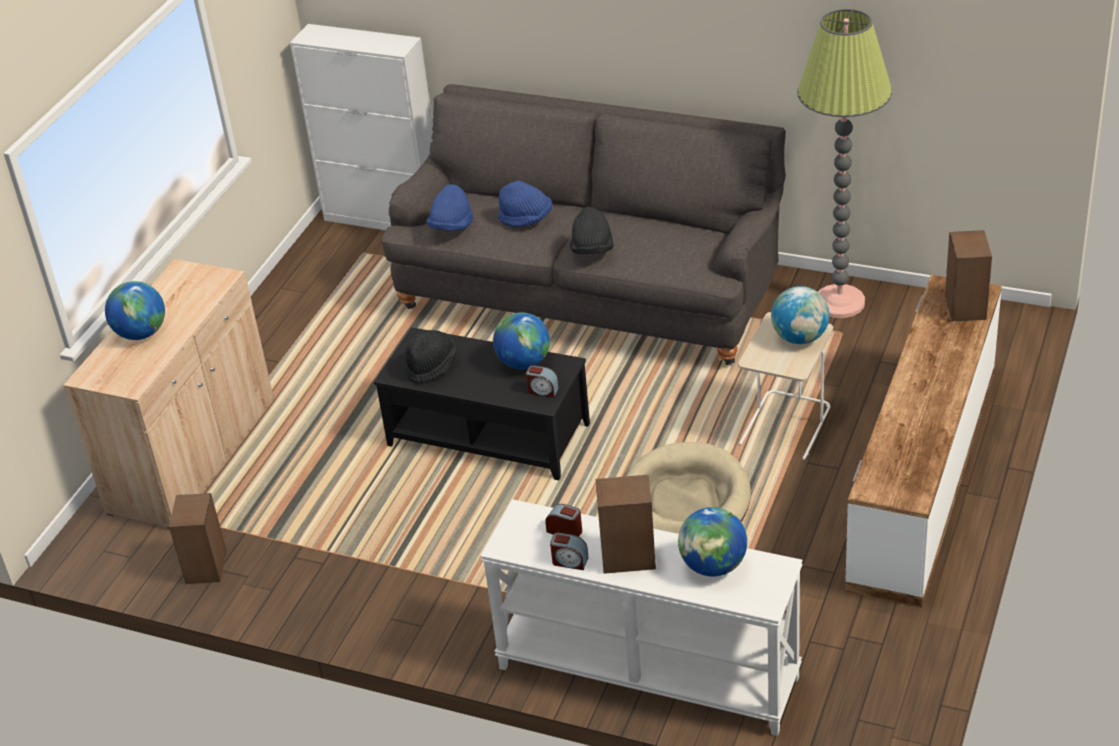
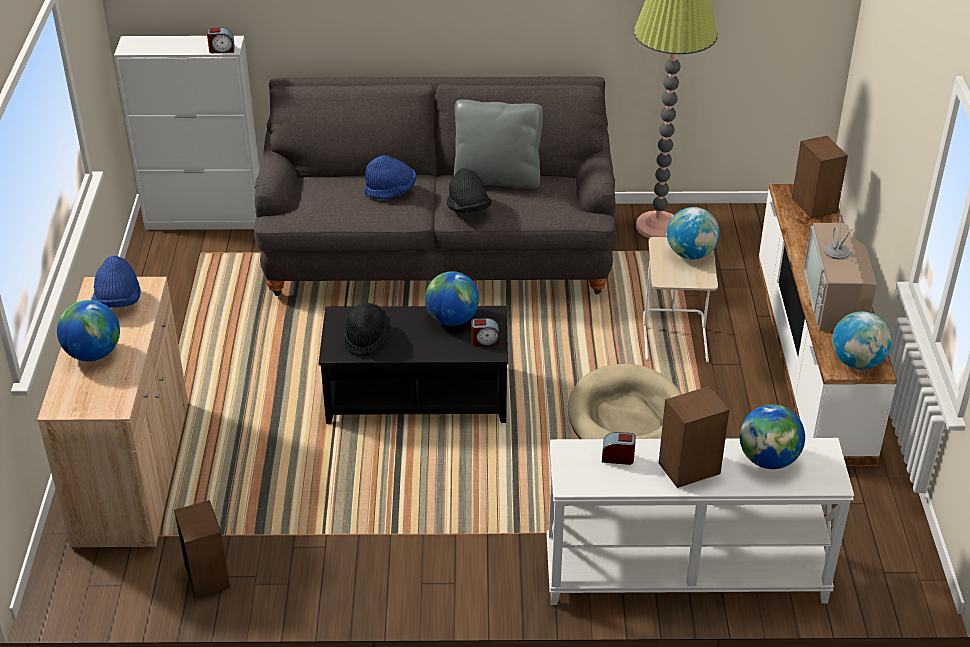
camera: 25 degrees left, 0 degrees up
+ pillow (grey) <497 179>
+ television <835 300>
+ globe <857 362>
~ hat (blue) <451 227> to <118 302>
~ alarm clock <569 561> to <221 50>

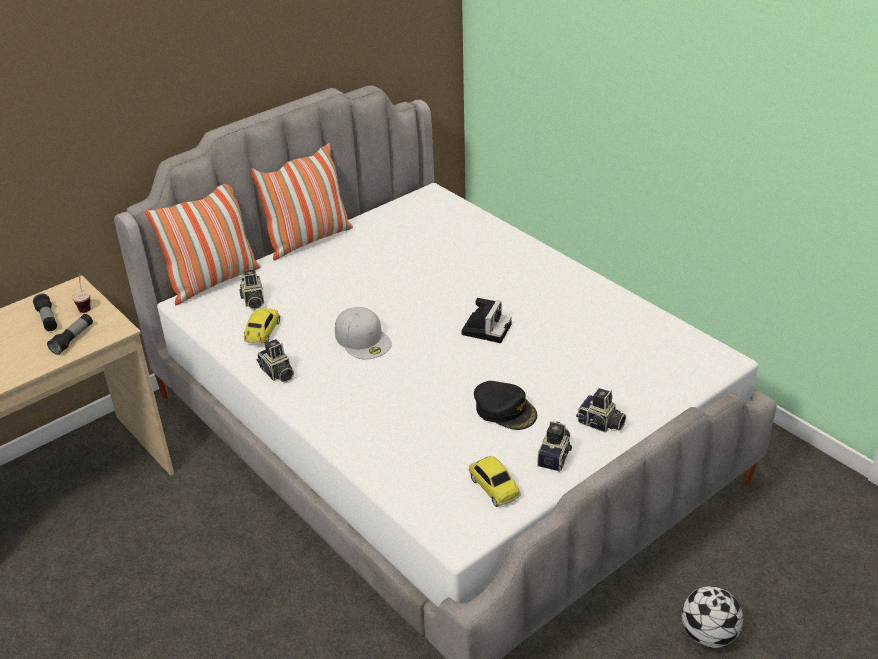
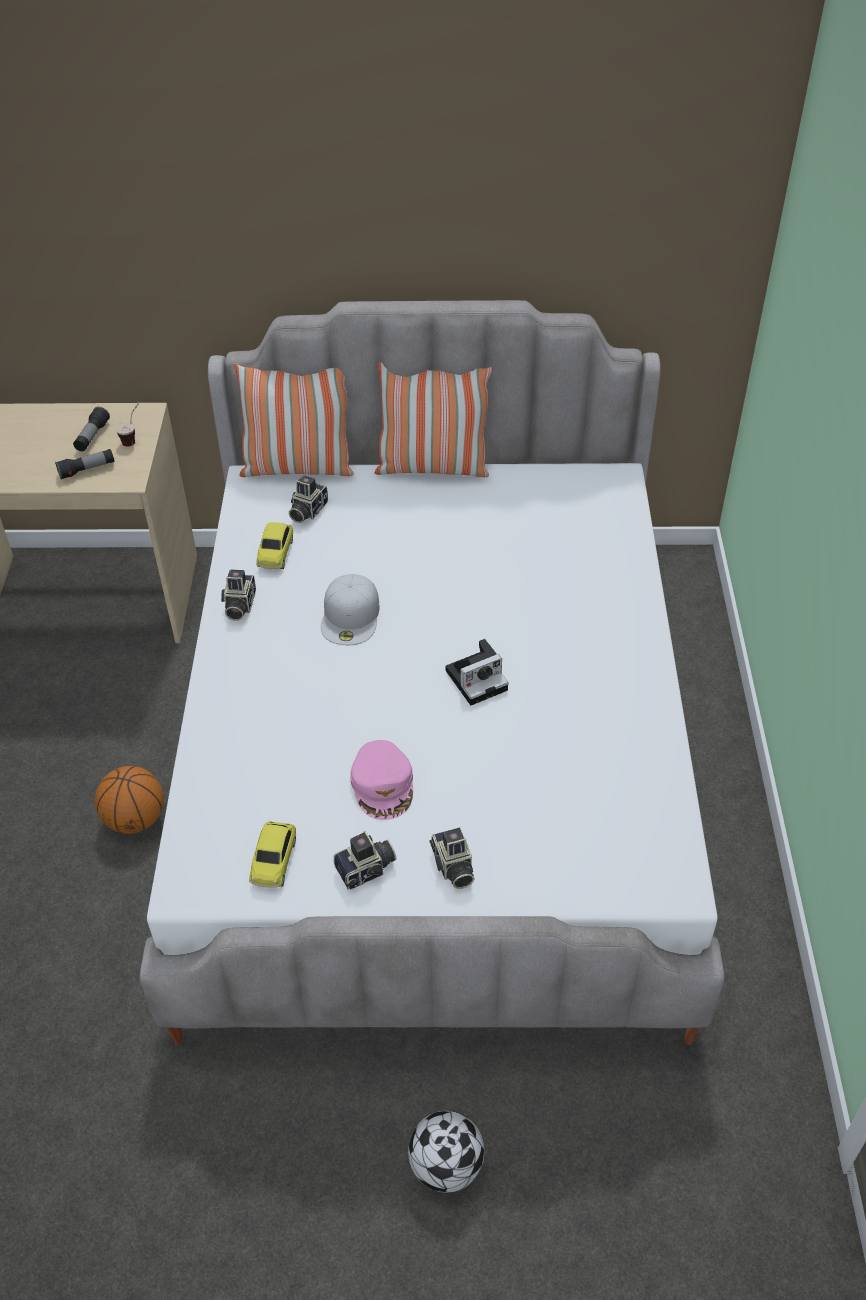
camera: 40 degrees right, 10 degrees up
+ basketball <136 819>
~ cap (black) <505 410> to cap (pink) <383 785>
~ toy car <262 333> = <276 552> 135 degrees clockwise

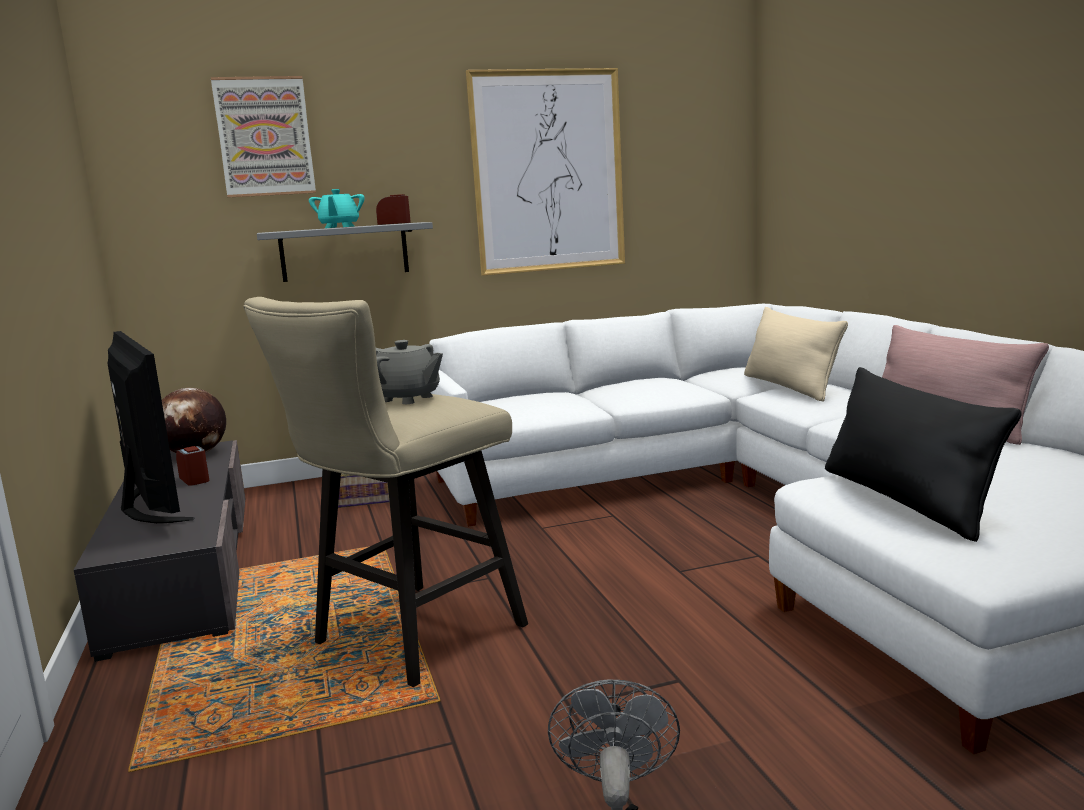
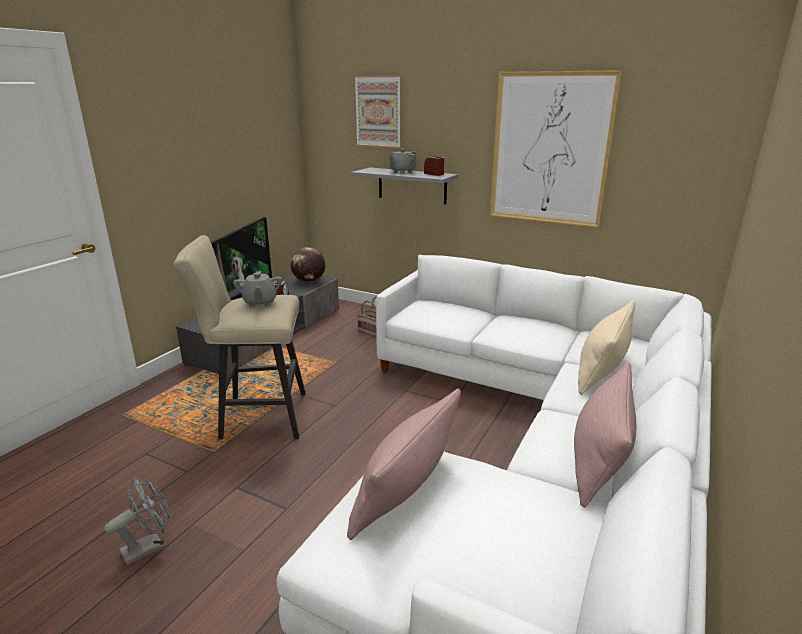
camera: 45 degrees right, 10 degrees up
~ teapot (turquoise) <339 227> to teapot (grey) <402 172>
~ pillow (black) <904 500> to pillow (pink) <405 490>

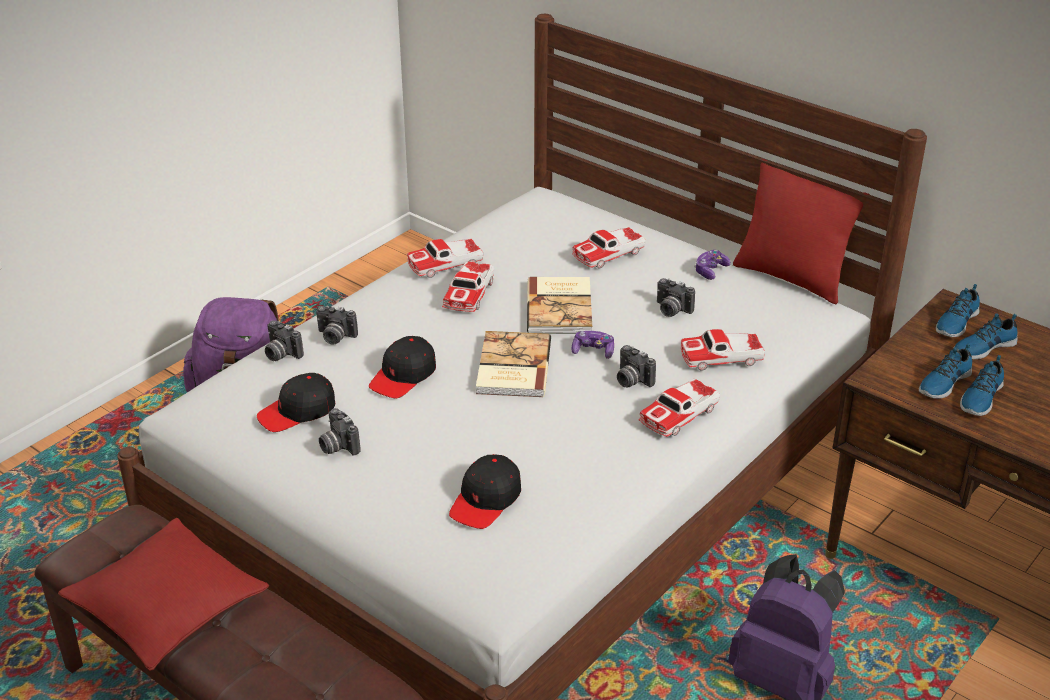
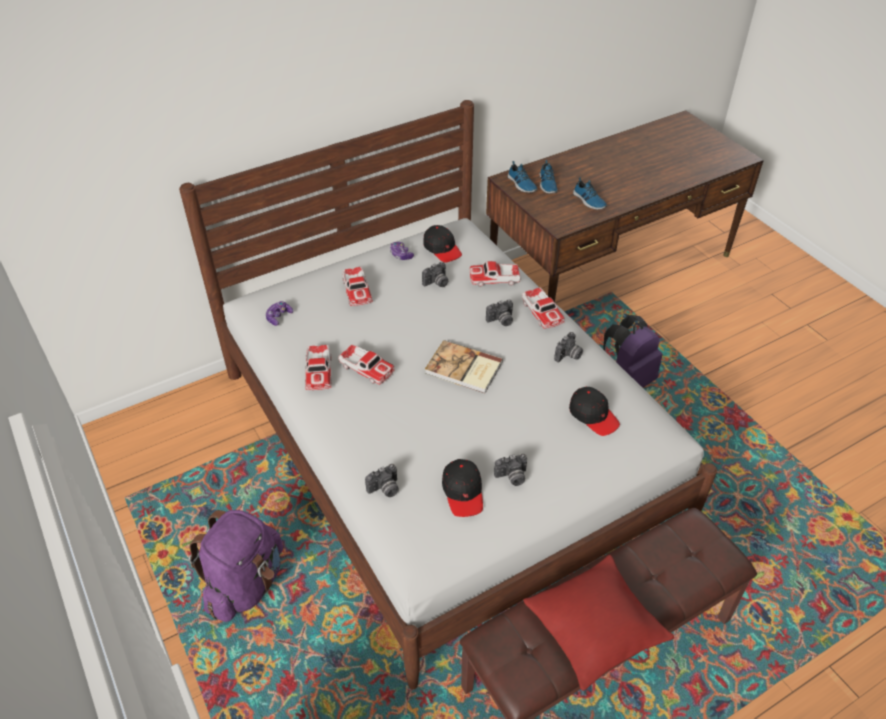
camera: 70 degrees left, 10 degrees up
- book <561 308>
- pillow (red) <791 278>
- shoe <943 382>
~ photo camera <335 337> to <569 356>
~ cap (black) <403 376> to <442 248>
~ game controller <593 351> to <279 317>
~ toy car <721 358> = <495 279> 75 degrees clockwise

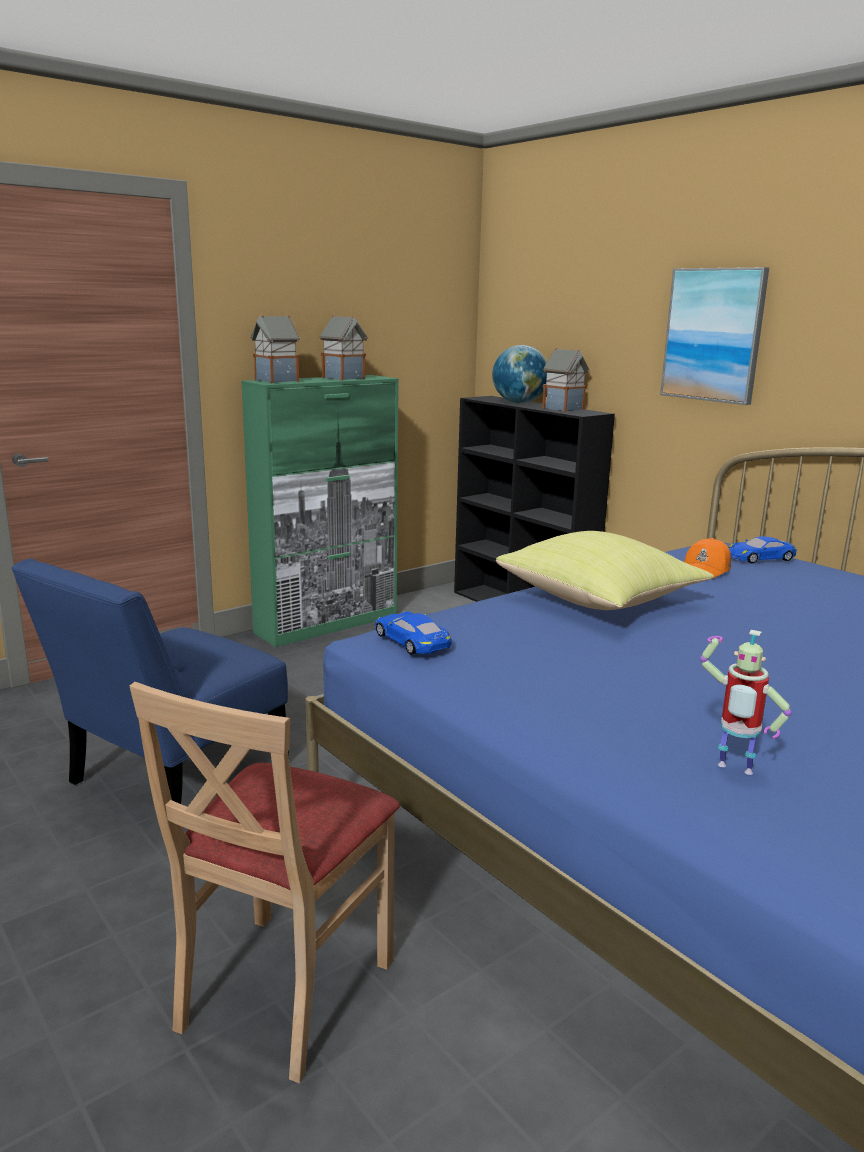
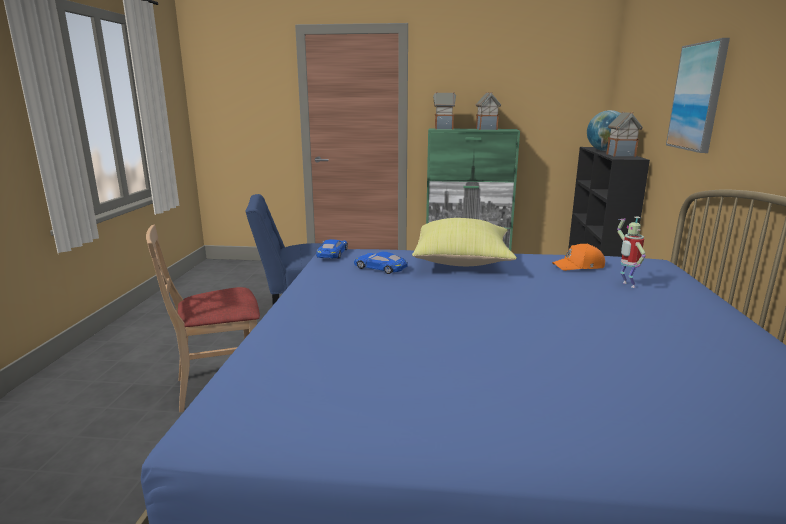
camera: 45 degrees right, 0 degrees up
~ toy robot <733 771> to <626 285>
~ toy car (blue) <760 557> to <380 267>

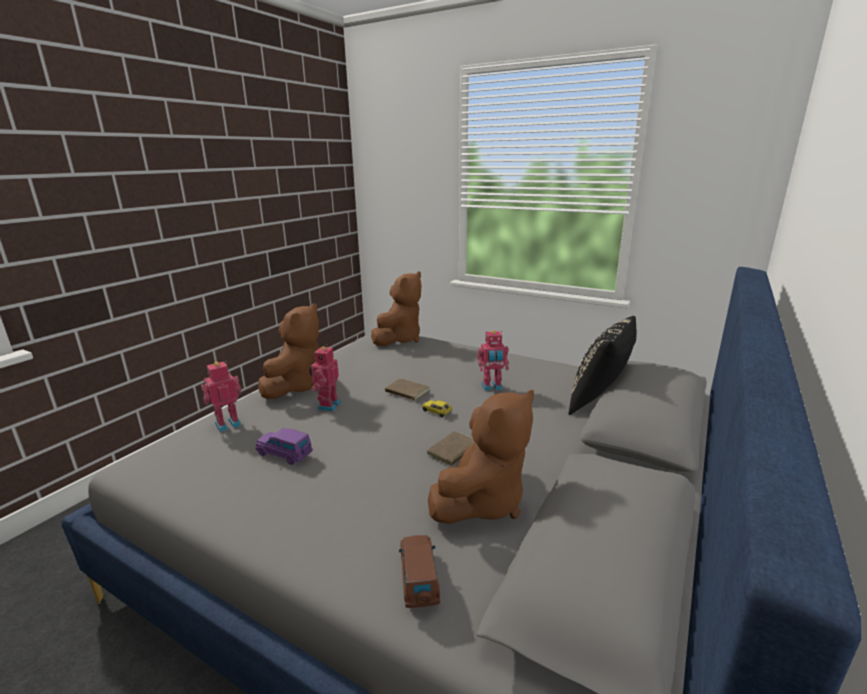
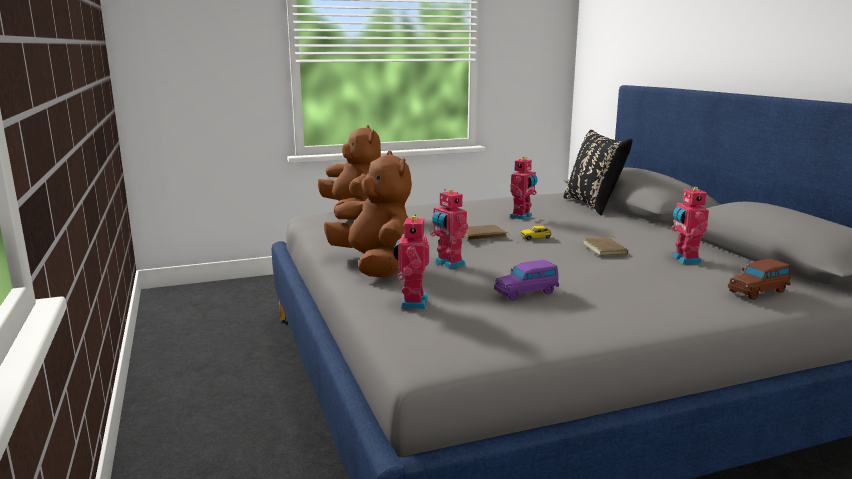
camera: 50 degrees left, 5 degrees down
~ plush toy (brown) <482 502> to toy robot <685 259>
~ toy car (brown) <419 580> = <758 291> 60 degrees counterclockwise

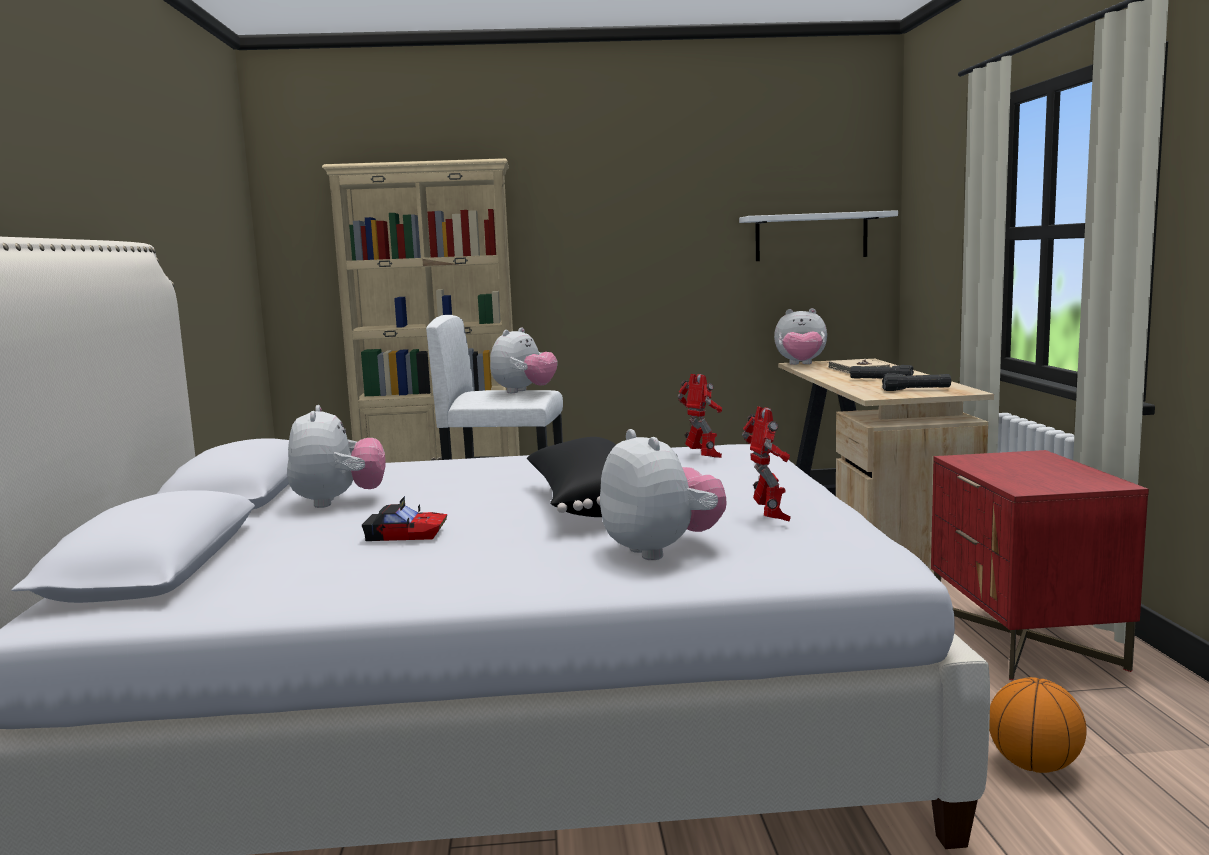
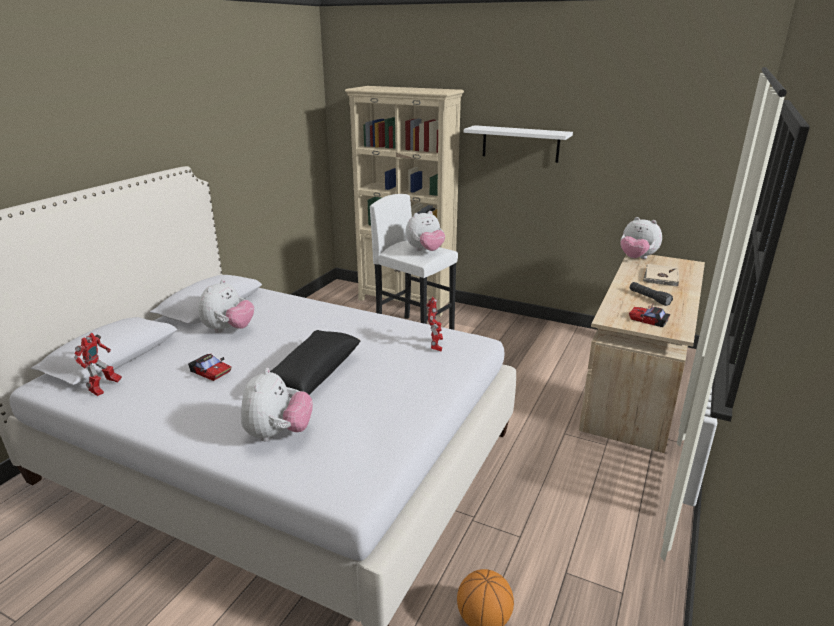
camera: 30 degrees right, 15 degrees up
- nightstand (red) <1025 640>
~ shelf (white) <811 237> to <520 144>
~ toy robot <770 517> to <104 389>
~ flashlight (black) <916 390> to toy car <648 320>

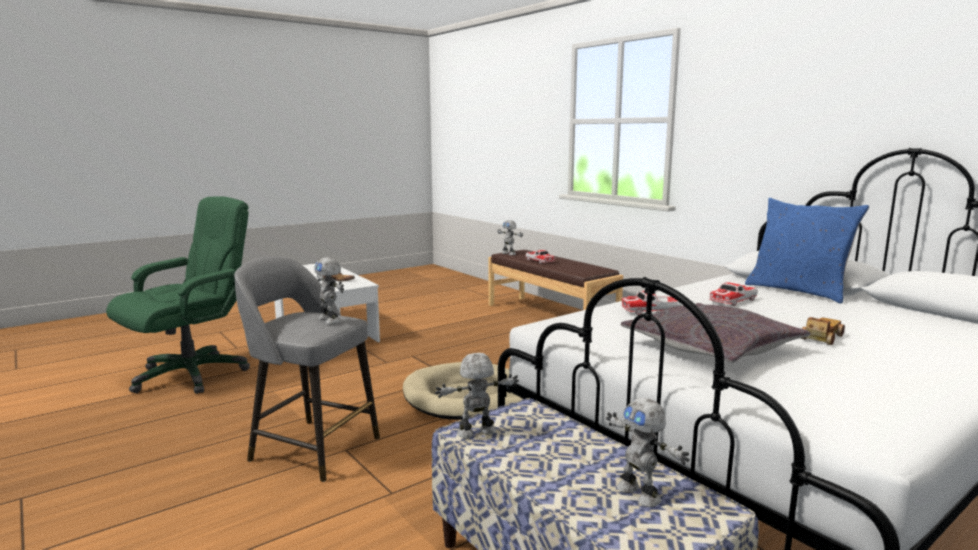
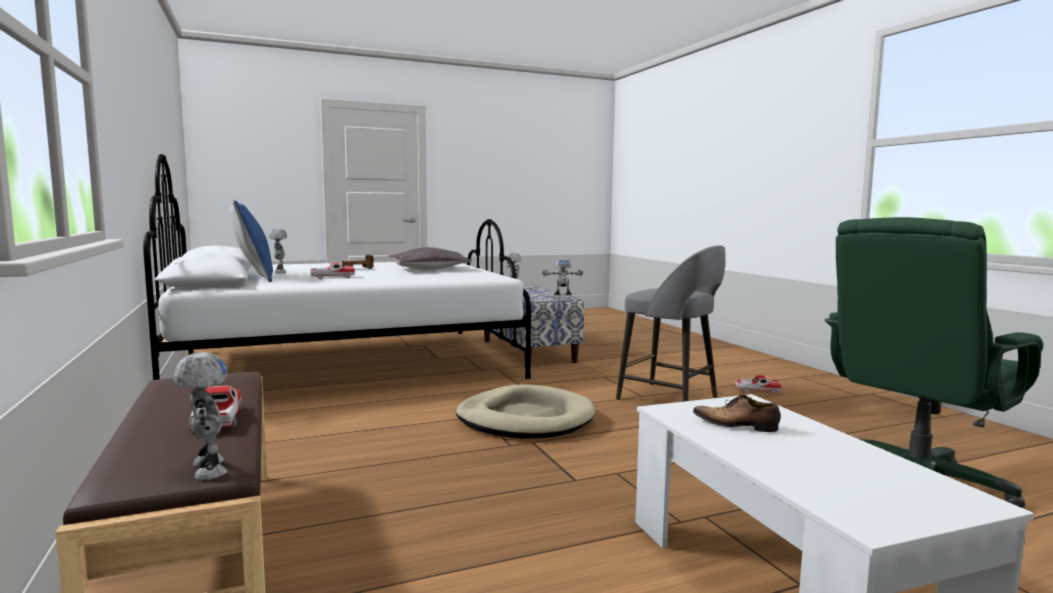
camera: 165 degrees left, 5 degrees down
~ toy robot <330 320> to <279 272>
~ toy car <651 311> to <757 390>

